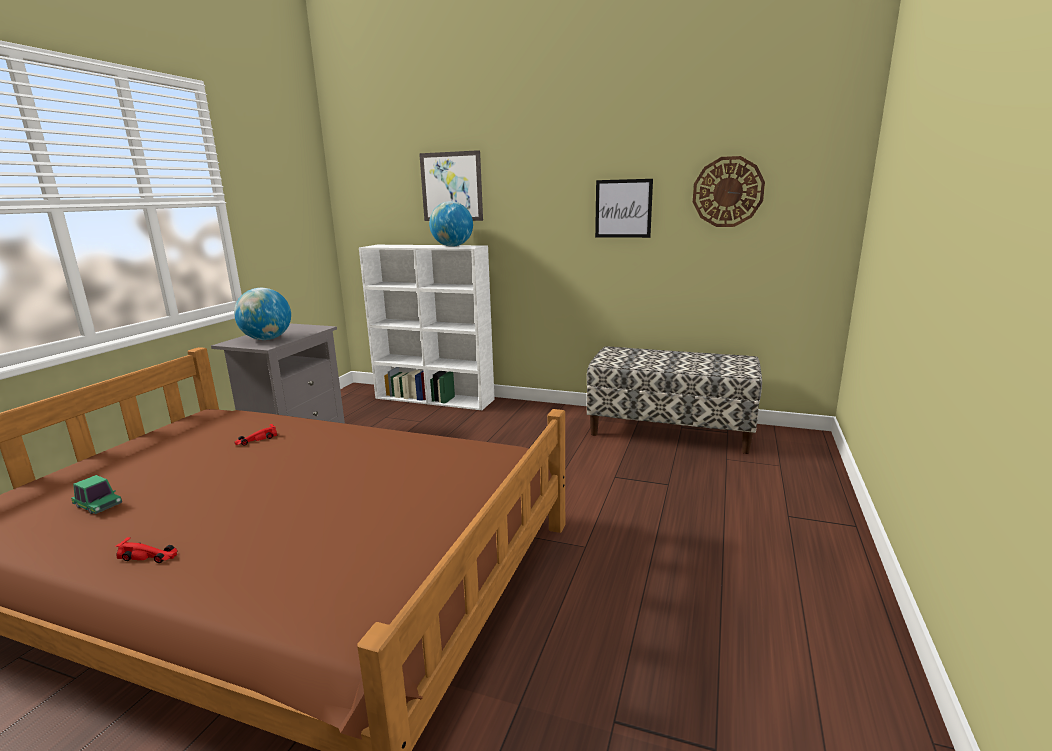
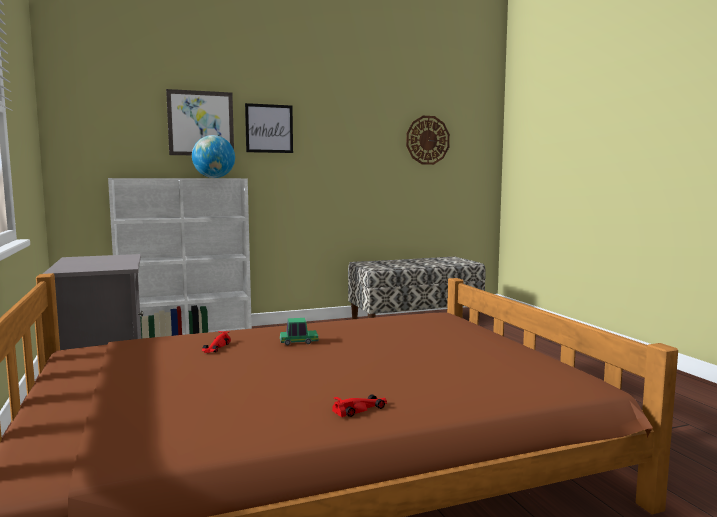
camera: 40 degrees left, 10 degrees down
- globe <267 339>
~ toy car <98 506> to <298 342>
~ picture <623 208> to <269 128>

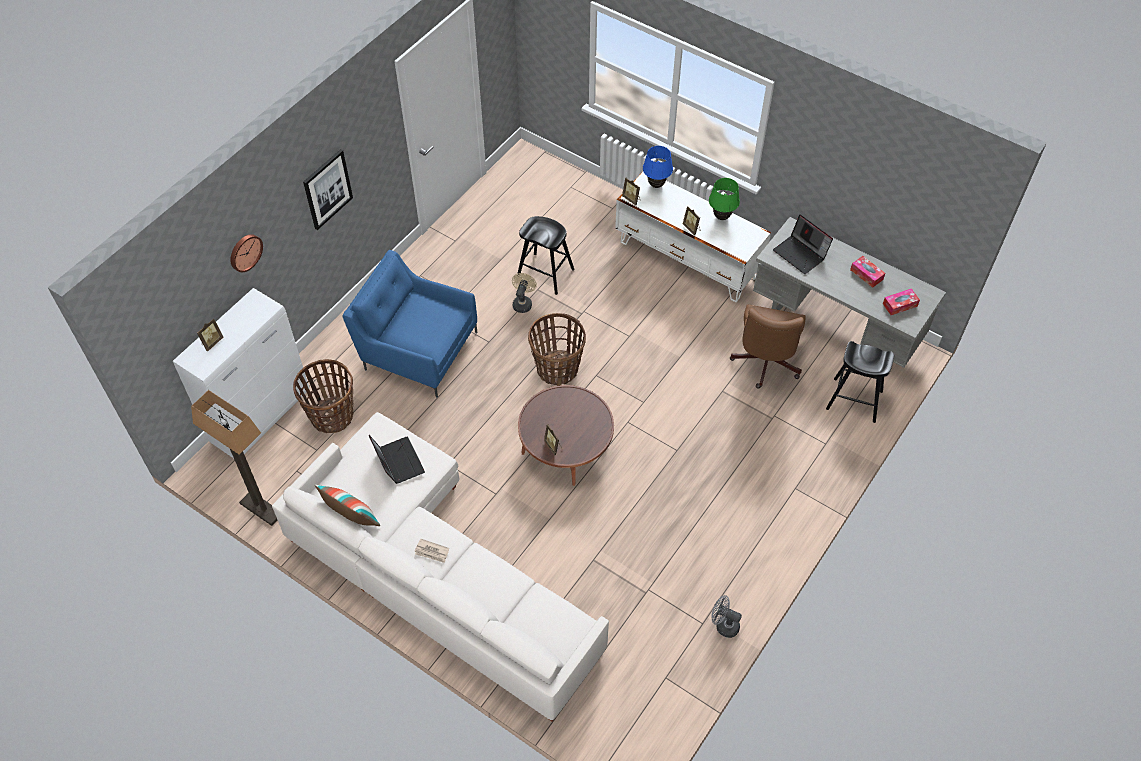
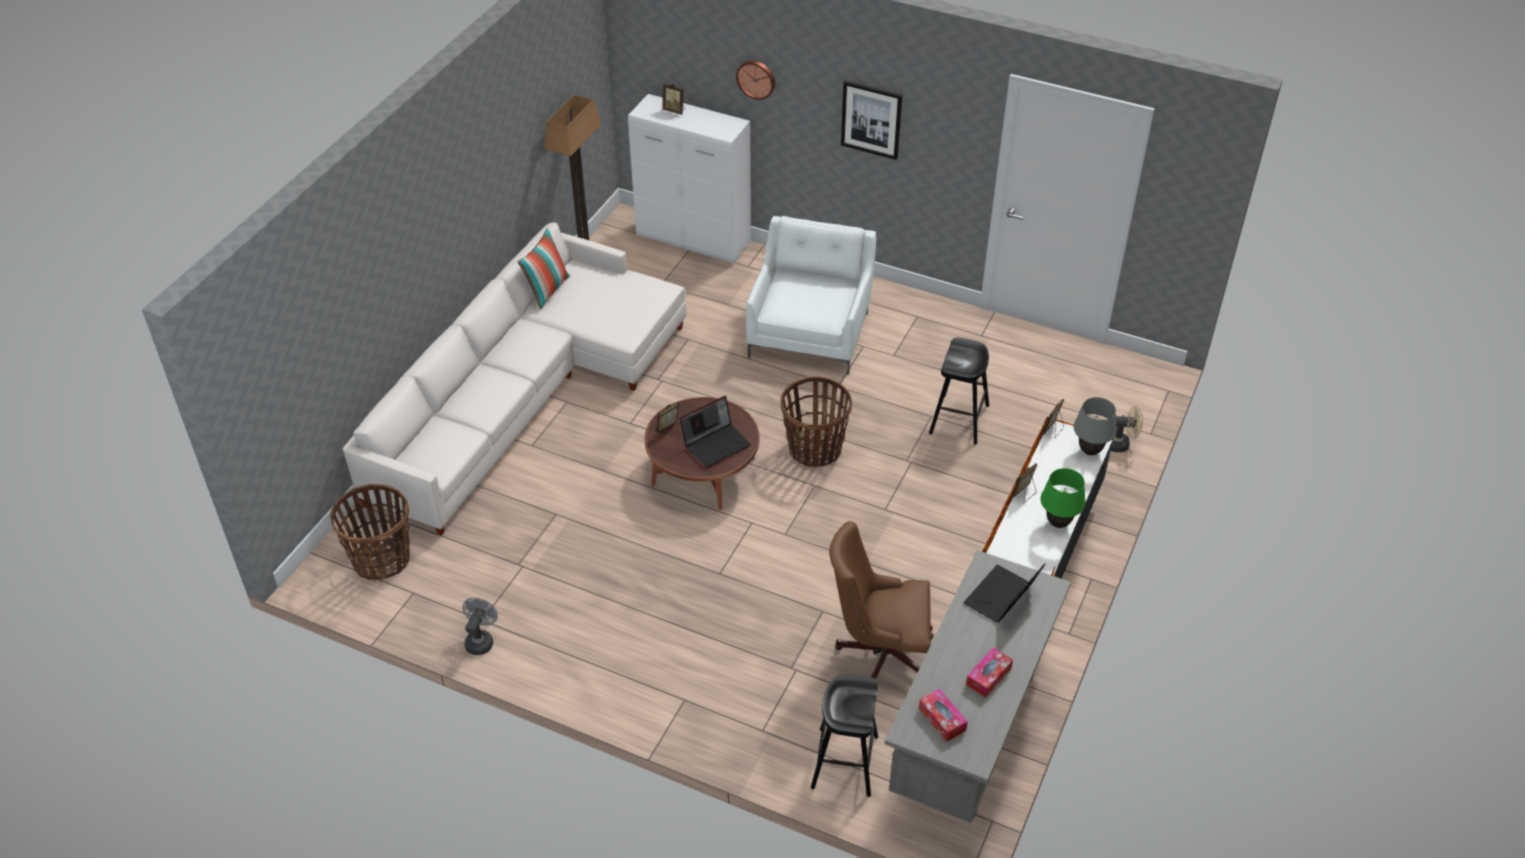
camera: 80 degrees right, 10 degrees down
- newspaper <432 552>
~ basket <332 415> to <382 560>
~ laptop <397 461> to <716 443>
~ fan (beige) <523 303> to <1121 444>
~ armchair (blue) <417 349> to armchair (white) <810 332>
~ table lamp (blue) <656 185> to table lamp (grey) <1089 451>

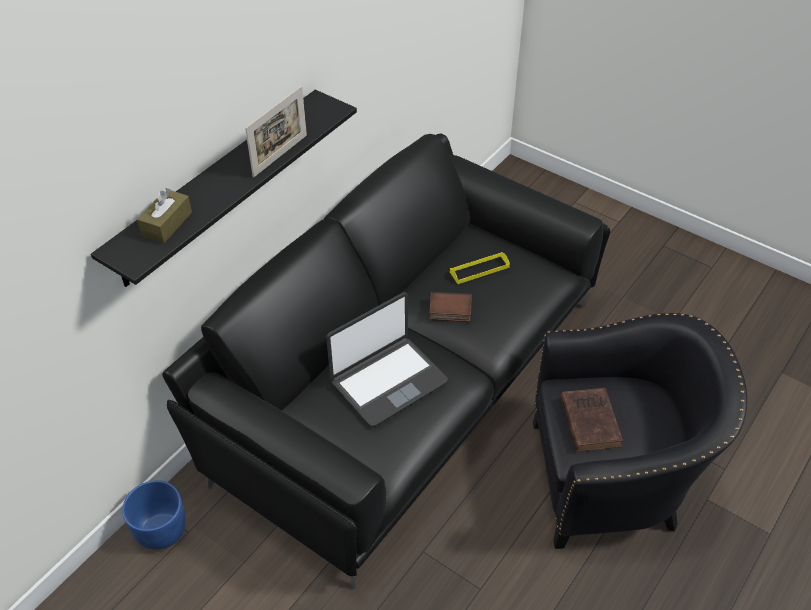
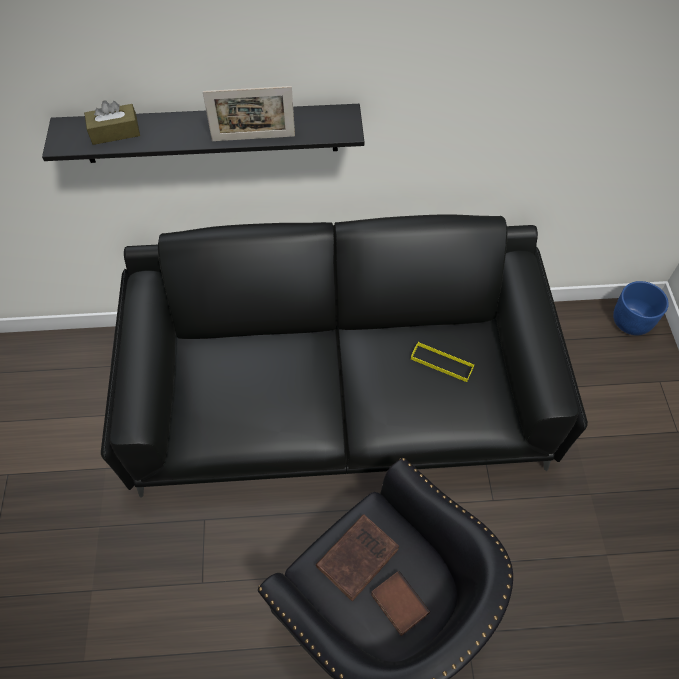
camera: 50 degrees right, 10 degrees up
- laptop <388 381>
~ planter (blue) <161 530> to <631 321>
~ book <449 311> to <397 604>

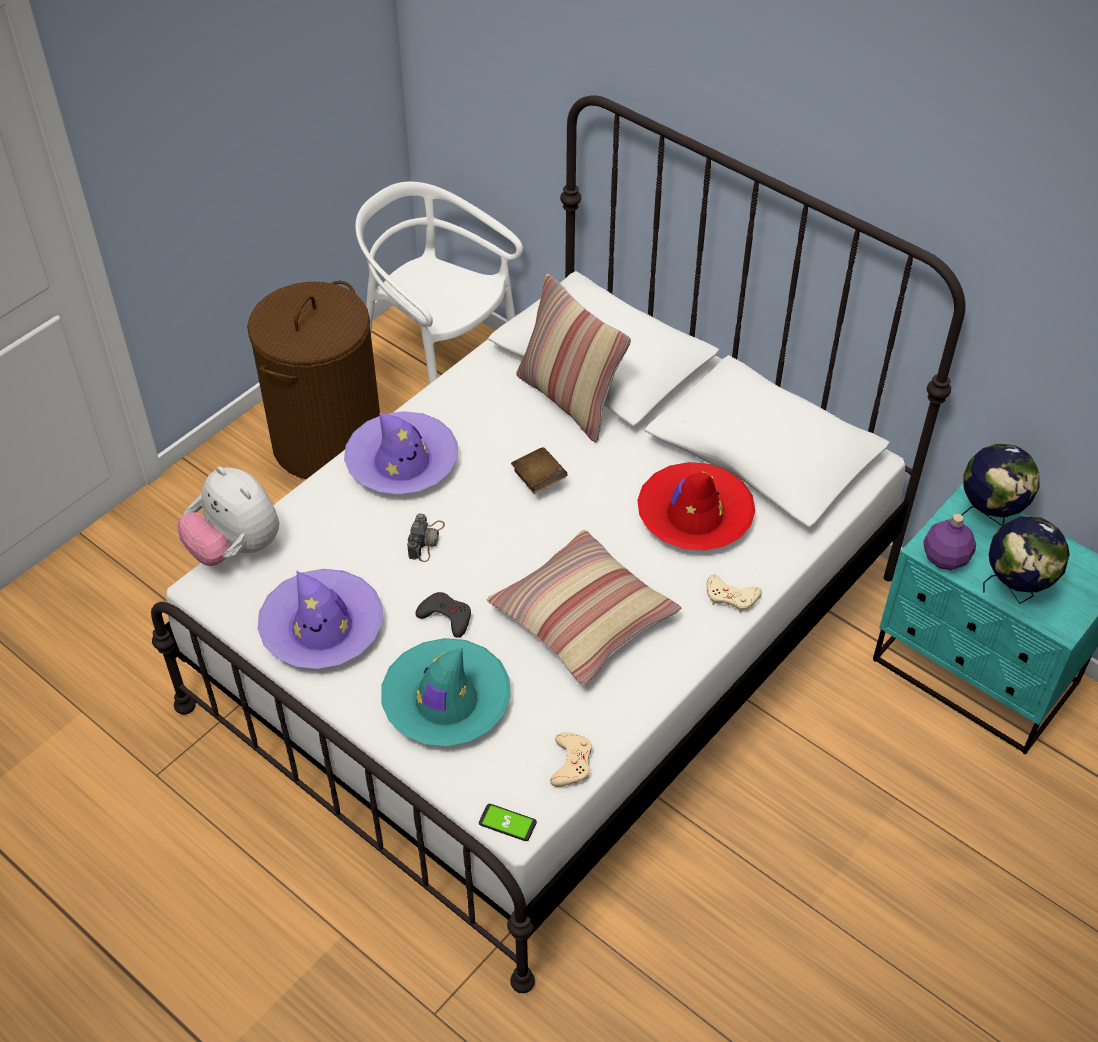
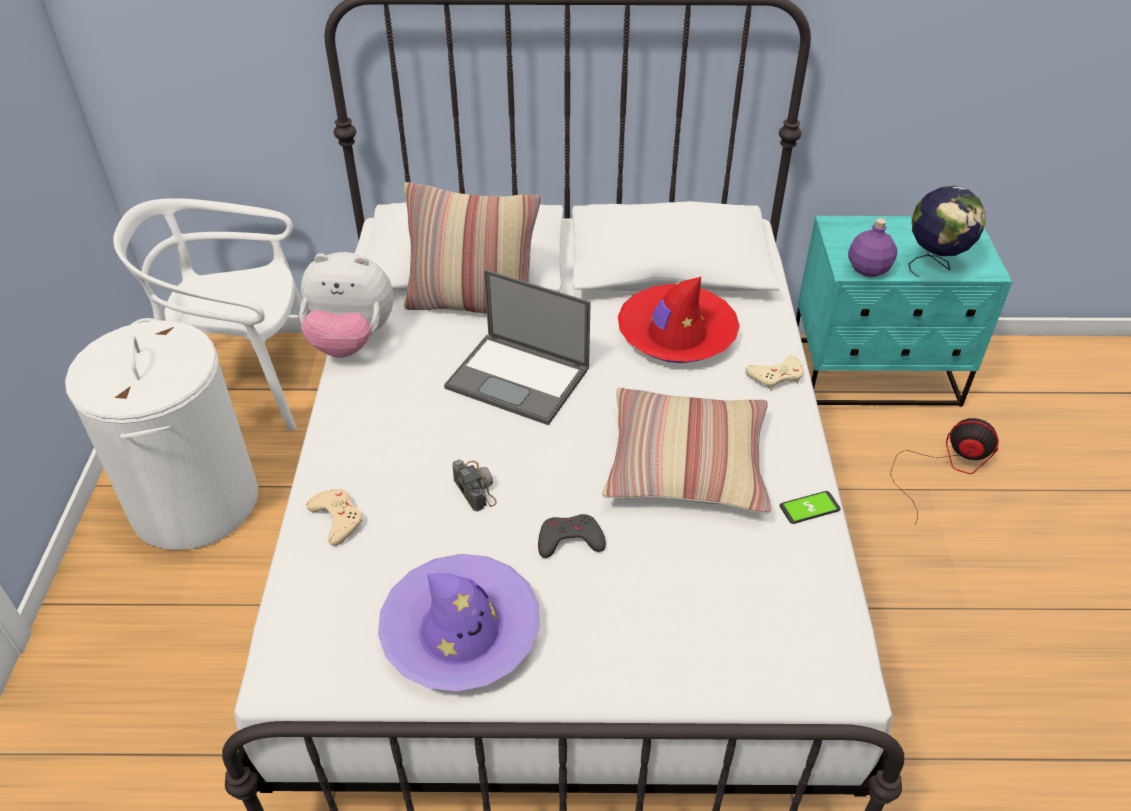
camera: 40 degrees left, 5 degrees down
- hat (purple) <402 462>
- hat (turquoise) <446 701>
- globe <988 517>
+ fan <944 467>
~ plush toy <236 548> to <351 341>
~ phone <507 823> to <809 508>
~ game controller (beige) <571 763> to <337 519>
~ book (brown) <539 480> to laptop <519 378>
~ laundry basket (brown) <327 442> to laundry basket (white) <194 502>

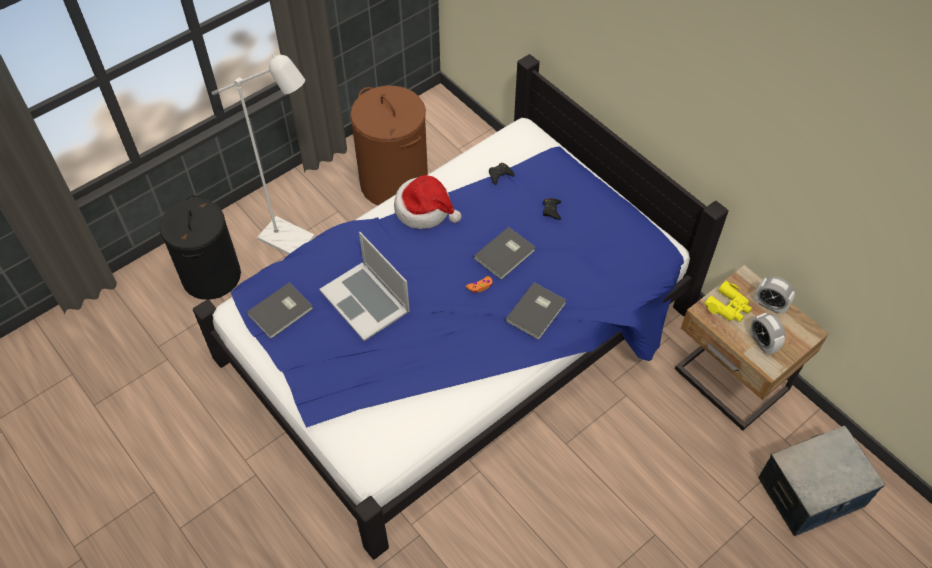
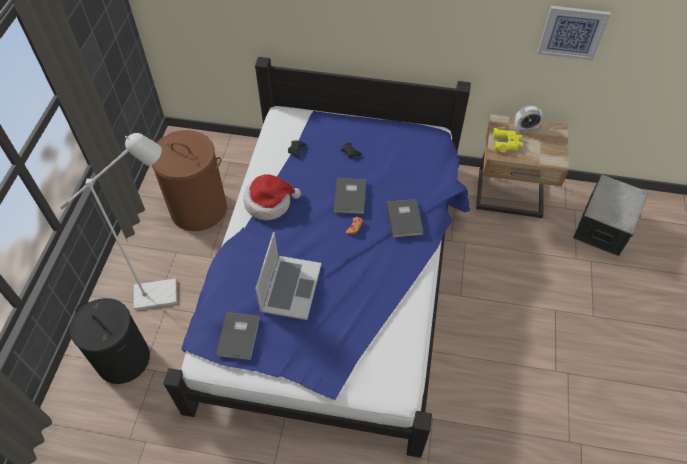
camera: 40 degrees left, 0 degrees up
- alarm clock <762 343>
+ picture <572 32>
~ laptop <365 300> = <290 287> 90 degrees counterclockwise

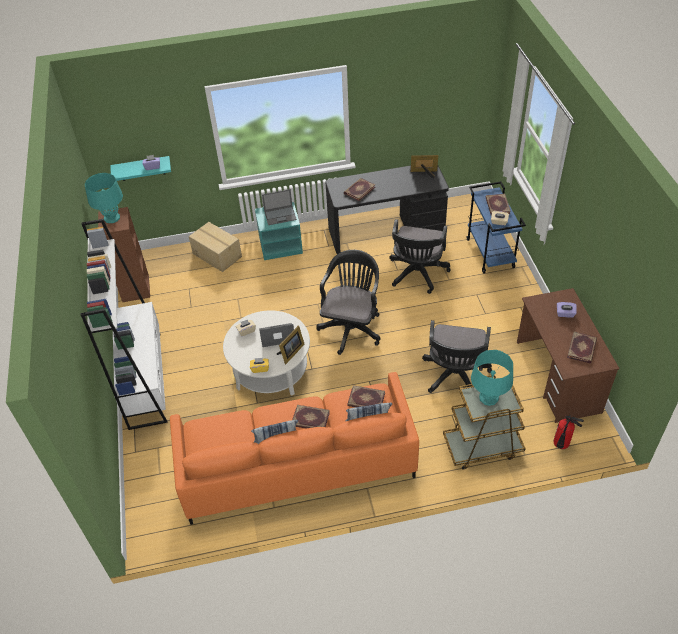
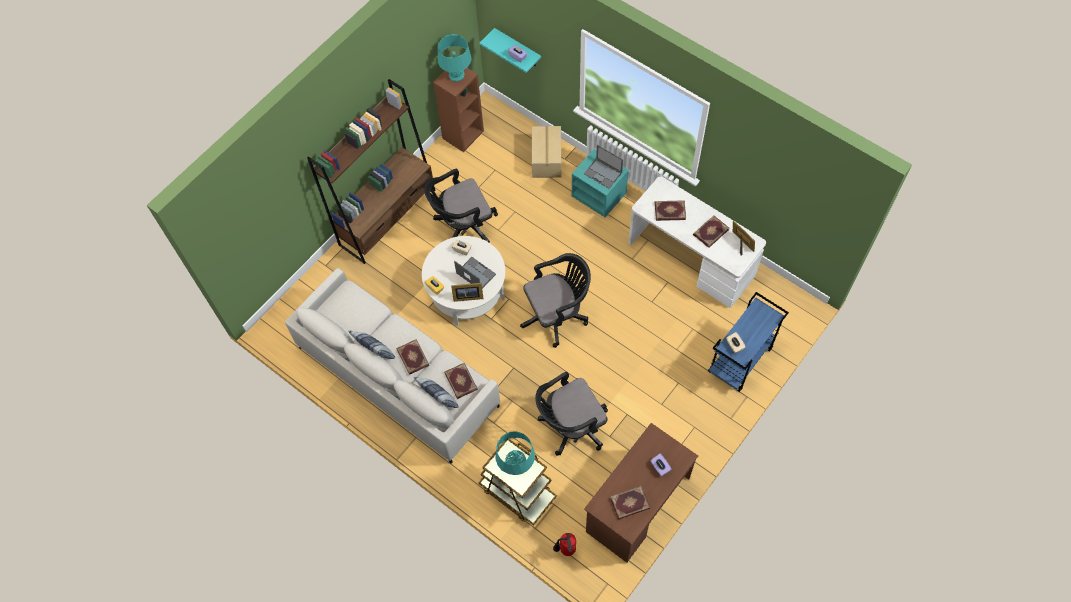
camera: 50 degrees right, 15 degrees up
~ office chair (black) <417 275> to <463 227>
~ book <497 206> to <710 232>
~ bookcase (white) <145 379> to bookcase (brown) <388 217>
~ sofa (orange) <297 464> to sofa (grey) <398 376>
~ desk (black) <386 231> to desk (white) <691 259>

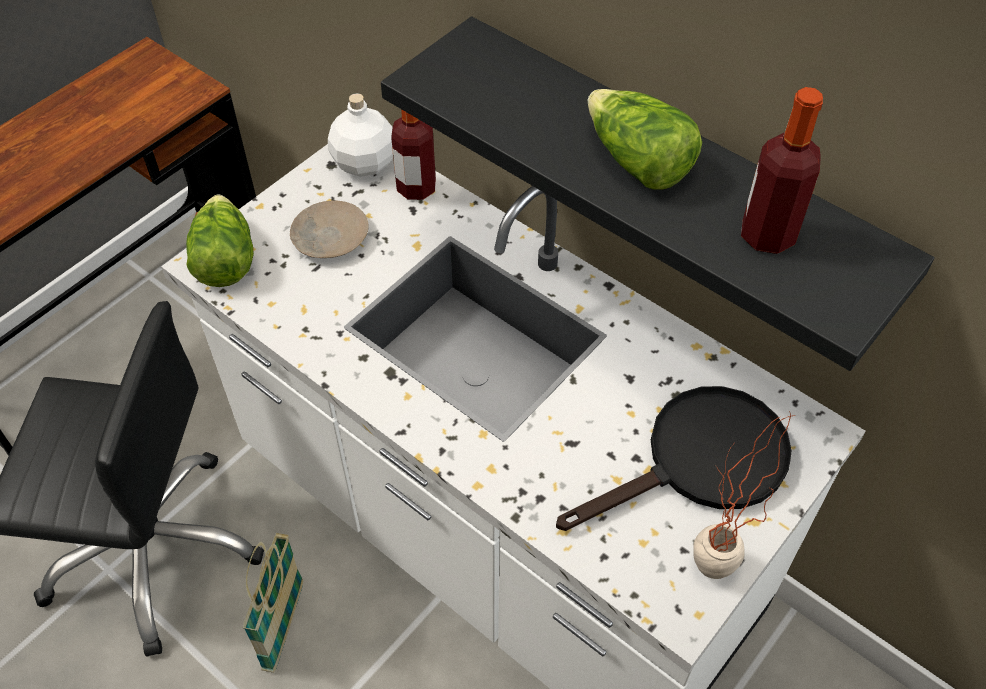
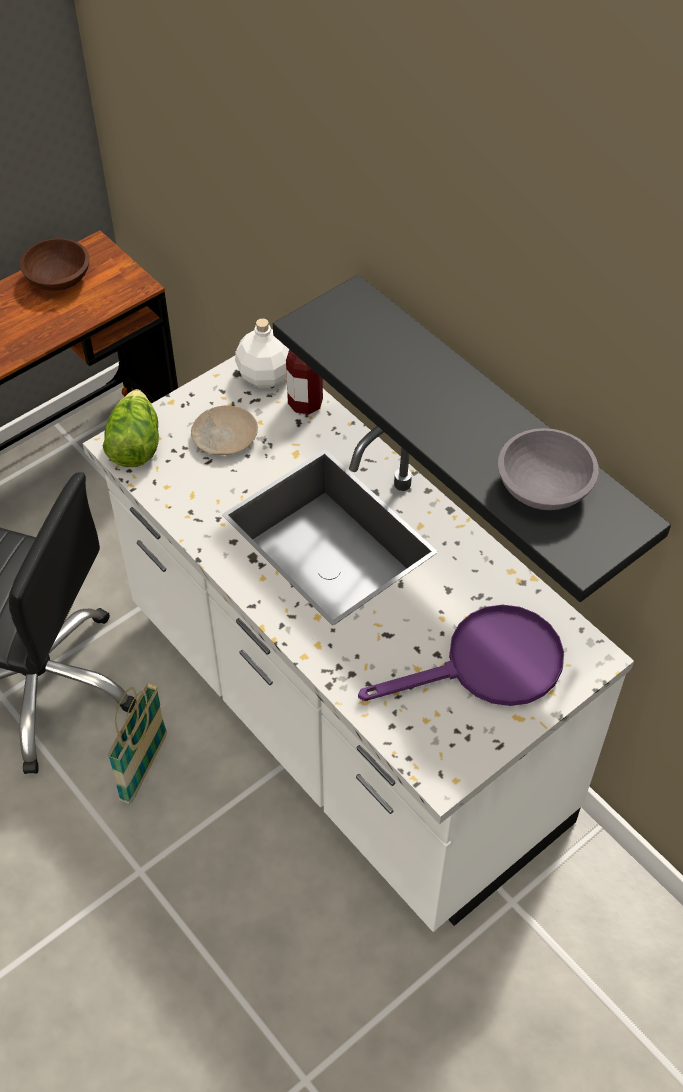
camera: 10 degrees right, 0 degrees up
- lettuce <637 162>
- potted plant <706 580>
+ bowl (brown) <57 279>
~ bottle <767 235> to bowl (grey) <544 489>
~ frying pan (black) <700 462> to frying pan (purple) <488 665>

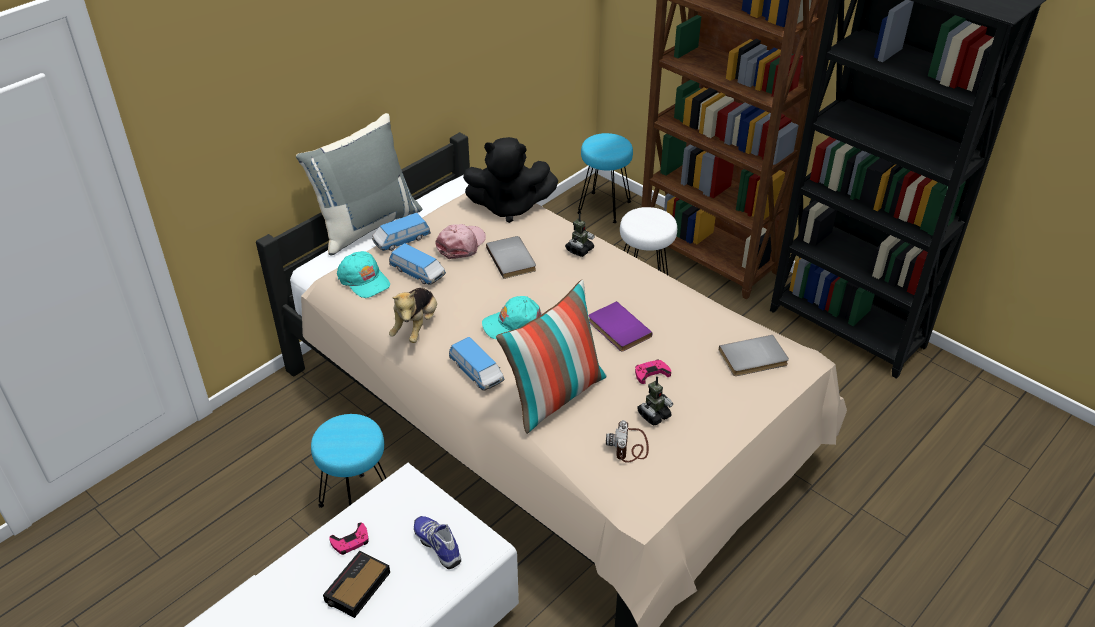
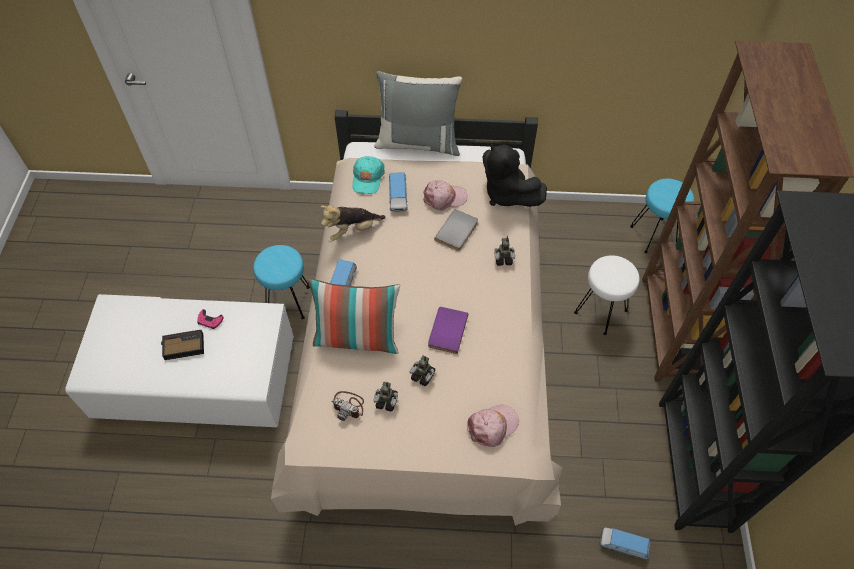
camera: 50 degrees right, 15 degrees up
- shoe <439 545>
- cap (turquoise) <513 324>
~ toy car <401 240> to <623 545>
~ game controller (pink) <651 373> to toy robot <423 376>
~ book (grey) <754 359> to cap (pink) <492 426>
~ photo camera <629 446> = <349 406> 120 degrees counterclockwise

